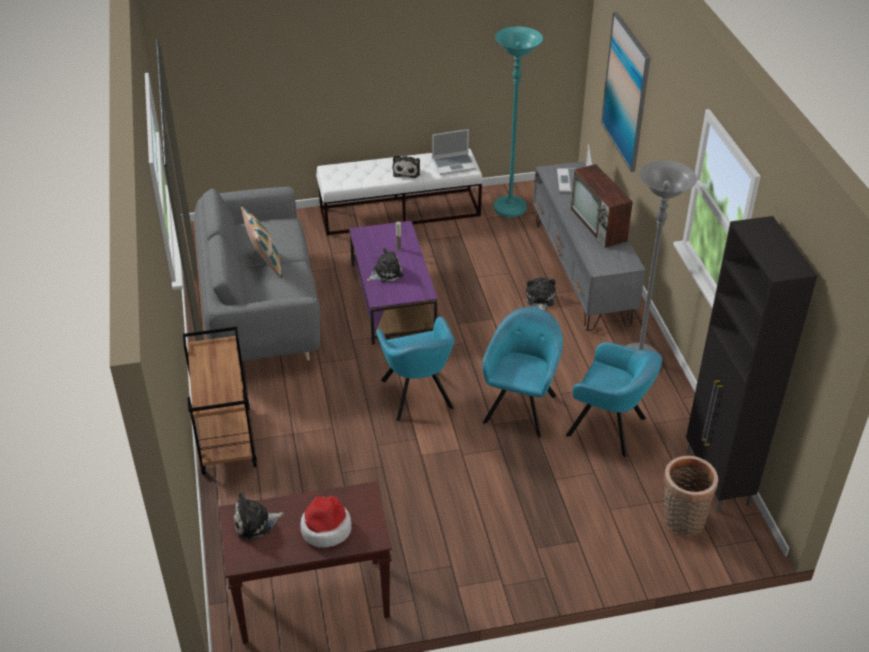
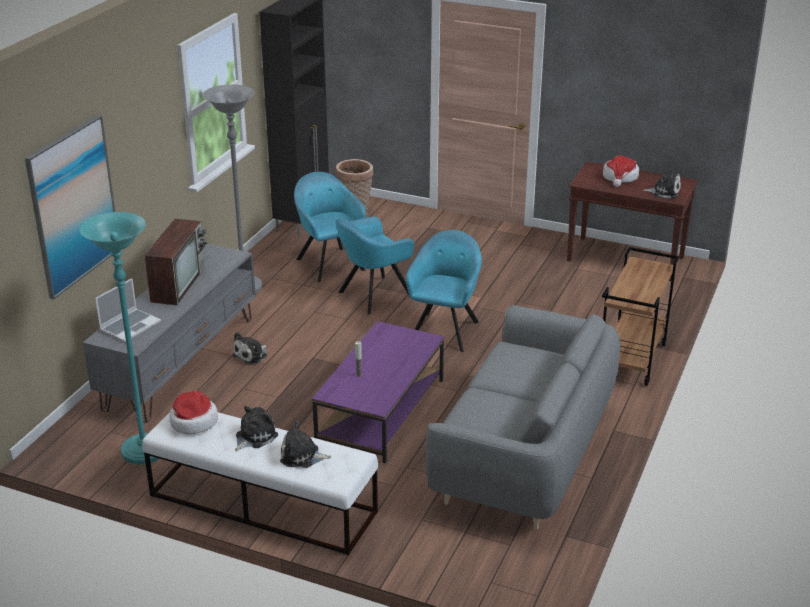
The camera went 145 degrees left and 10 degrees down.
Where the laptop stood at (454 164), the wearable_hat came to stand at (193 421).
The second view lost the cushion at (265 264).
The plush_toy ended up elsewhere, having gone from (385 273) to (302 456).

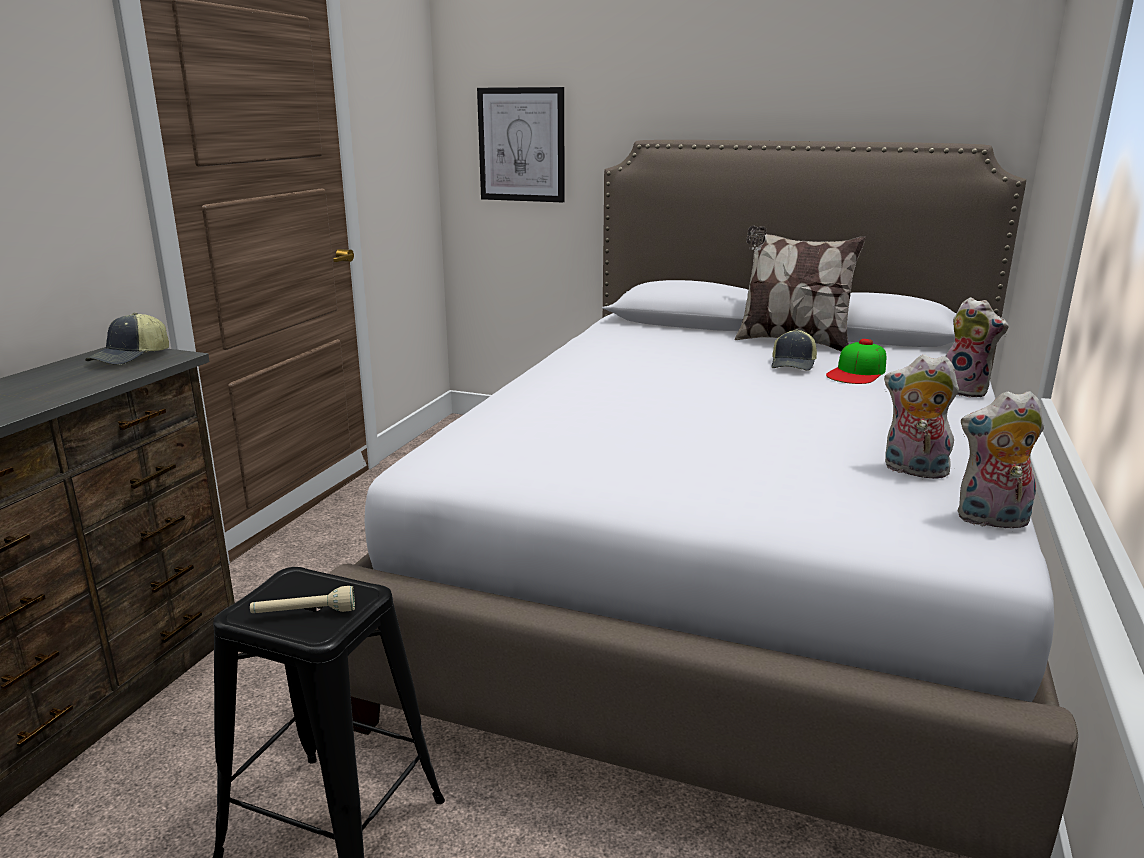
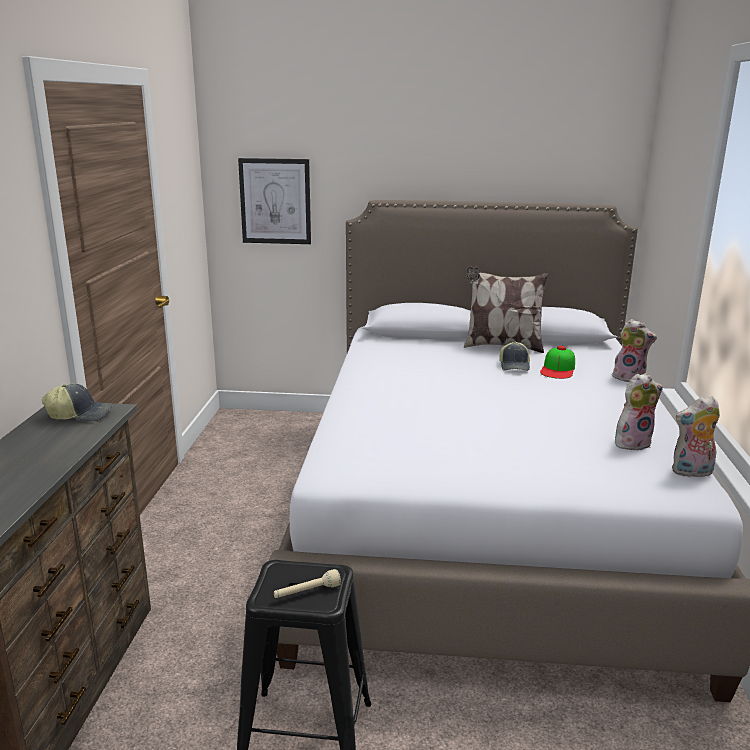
The camera went 15 degrees left and 0 degrees up.
The peaked_cap at (131 358) ended up facing another way, 105 degrees counterclockwise from before.
The plush_toy at (913 471) ended up facing another way, 150 degrees clockwise from before.

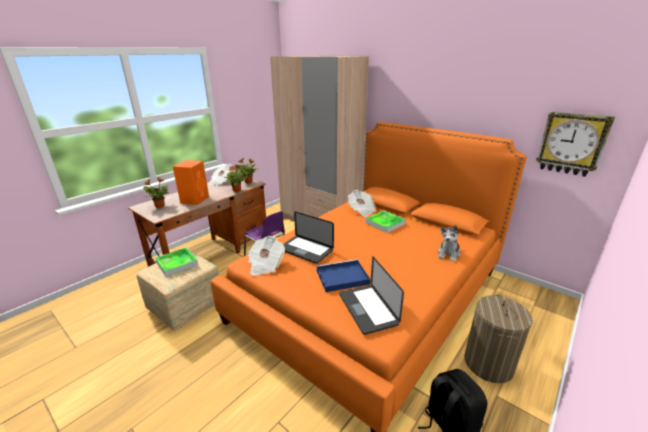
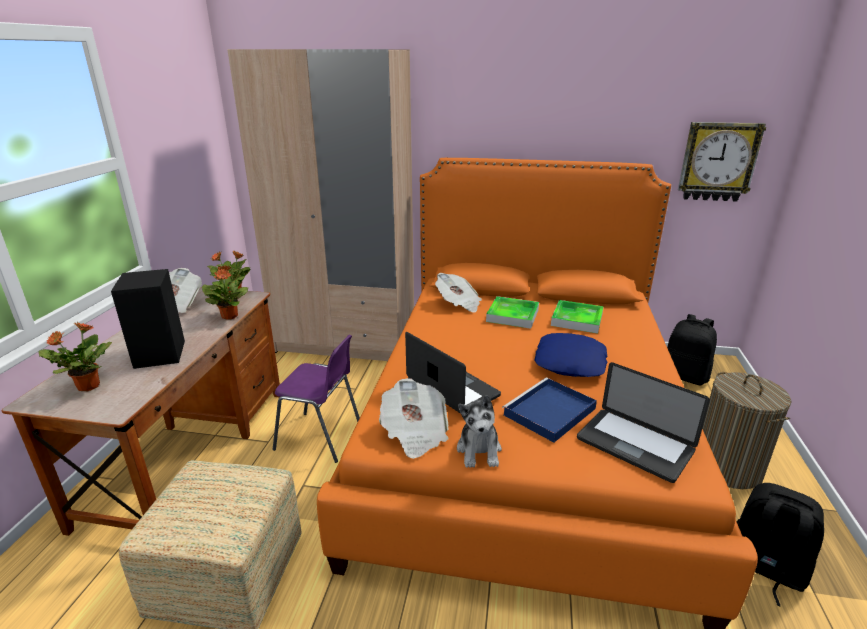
The camera went 30 degrees left and 0 degrees up.
What was the orange_loudspeaker at (195 199) turned into the blackish_loudspeaker at (160 353).
The laptop at (305 250) ended up facing another way, 135 degrees counterclockwise from before.
The plush_toy ended up elsewhere, having gone from (448 254) to (479 450).
The carrying_tray ended up elsewhere, having gone from (177 264) to (577 319).
The second view gained the blackish_rucksack at (684 376).
The second view gained the blue-coloured_cushion at (570 362).

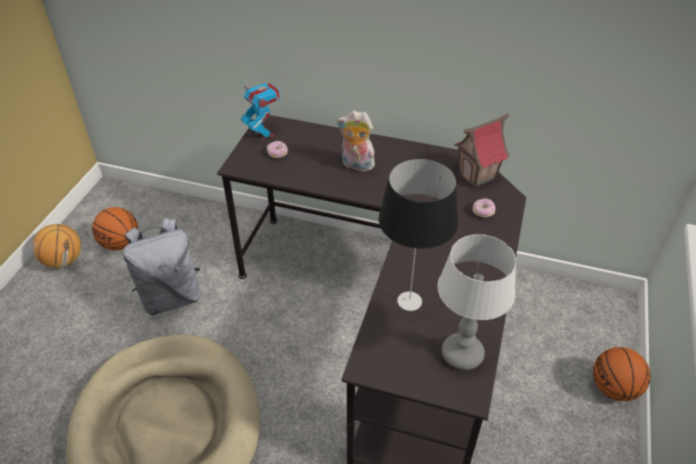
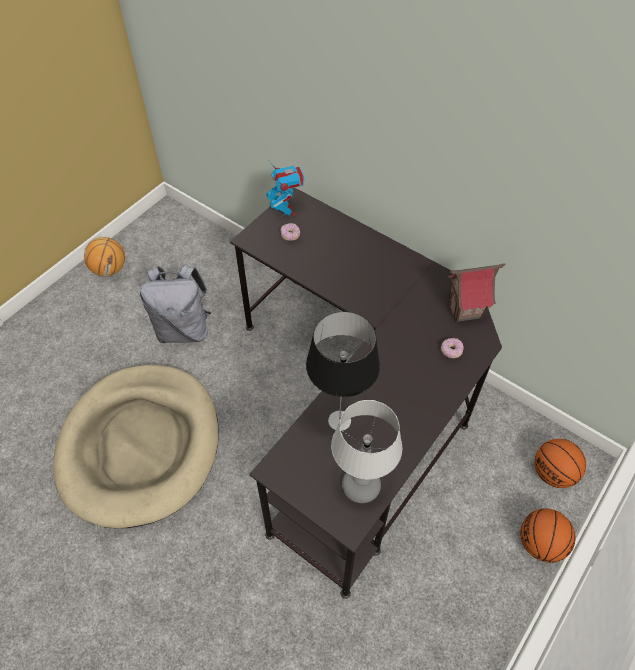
The camera went 20 degrees right and 10 degrees up.
The second view lost the plush_toy at (356 165).
The ball_for_basketball ended up elsewhere, having gone from (120 243) to (553 472).

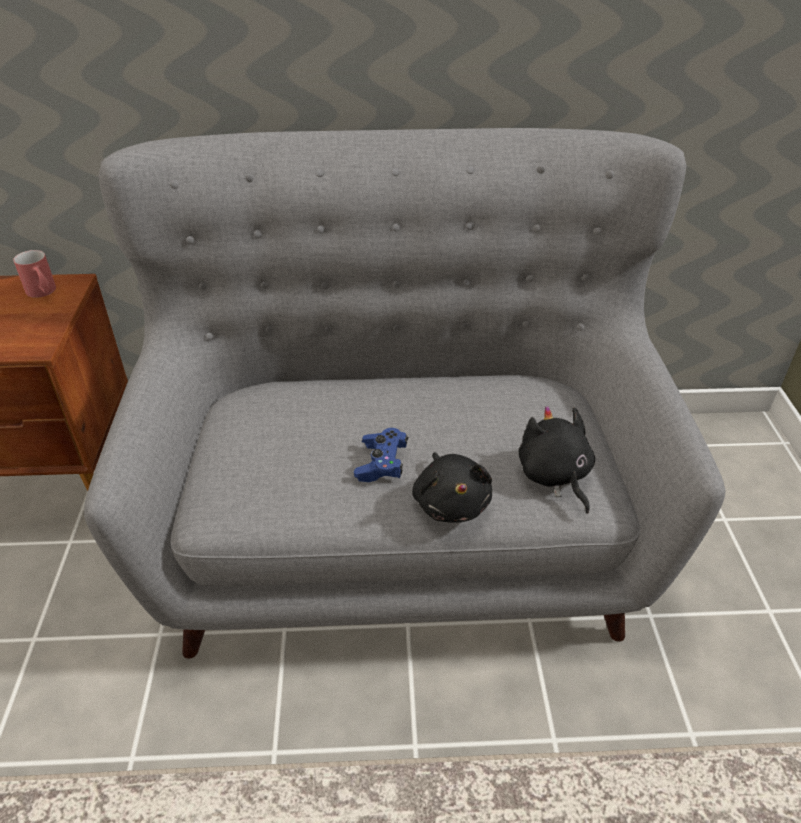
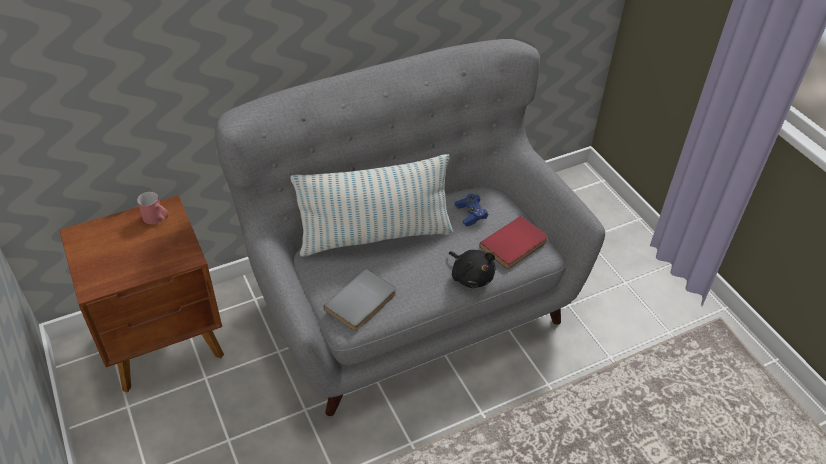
The camera went 25 degrees left and 5 degrees up.
Where the blackish_plush_toy stood at (554 476), the reddish_book came to stand at (515 245).
The blue-coloured_joypad ended up elsewhere, having gone from (381 464) to (470 214).
The second view gained the cushion at (375 236).
The second view gained the grey_book at (362 302).

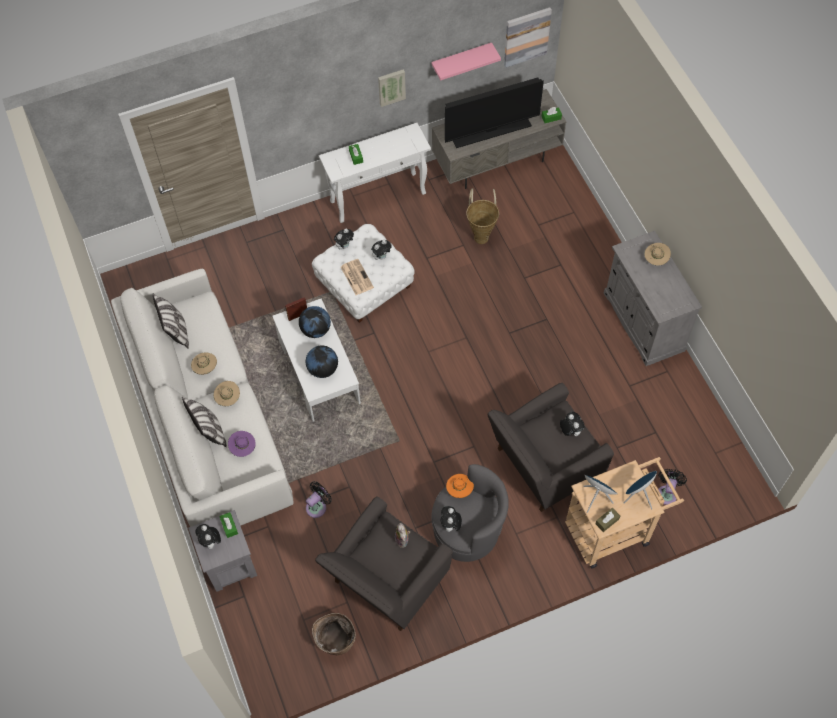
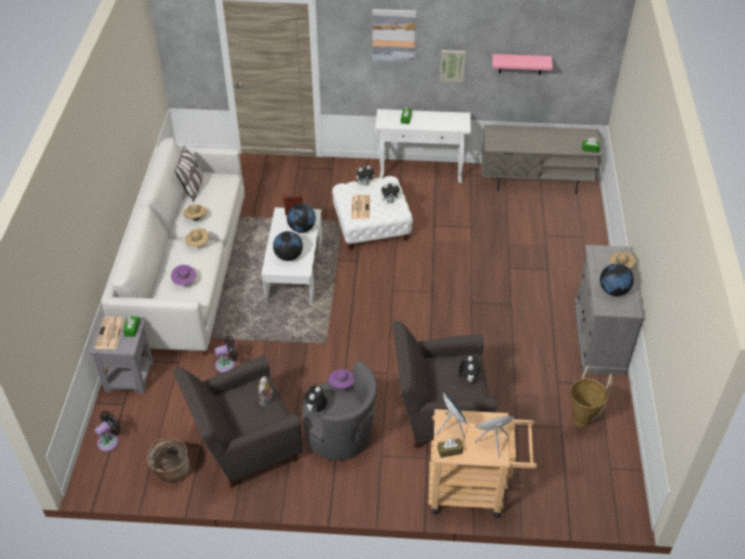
The camera went 25 degrees right and 15 degrees down.
The wall_art ended up elsewhere, having gone from (526 36) to (394 35).
The second view lost the television at (491 131).
The basket ended up elsewhere, having gone from (481 235) to (582 419).
The second view lost the cushion at (209 431).
The blackish_cooling_fan ended up elsewhere, having gone from (667 493) to (110 441).
What was the orange_wearable_hat at (459 489) turned into the purple_wearable_hat at (342 385).
Where the plush_toy stood at (211 542), the daily_paper came to stand at (110 334).
The second view gained the desk_globe at (613 290).

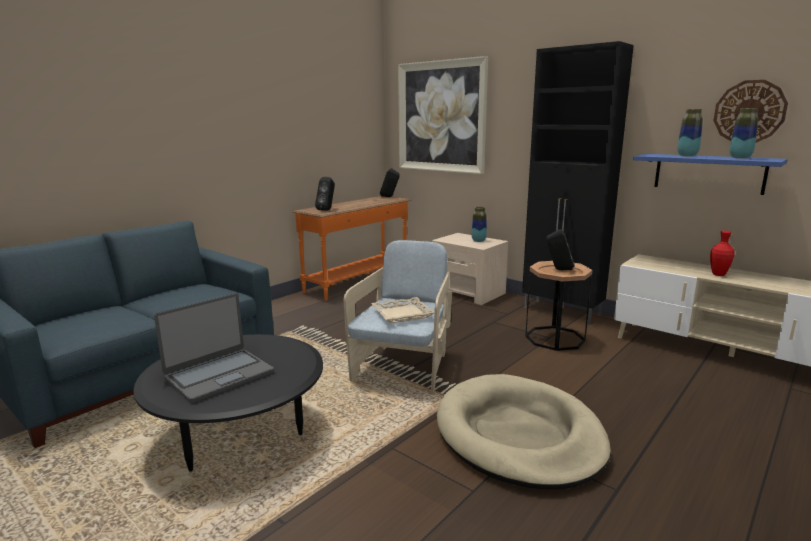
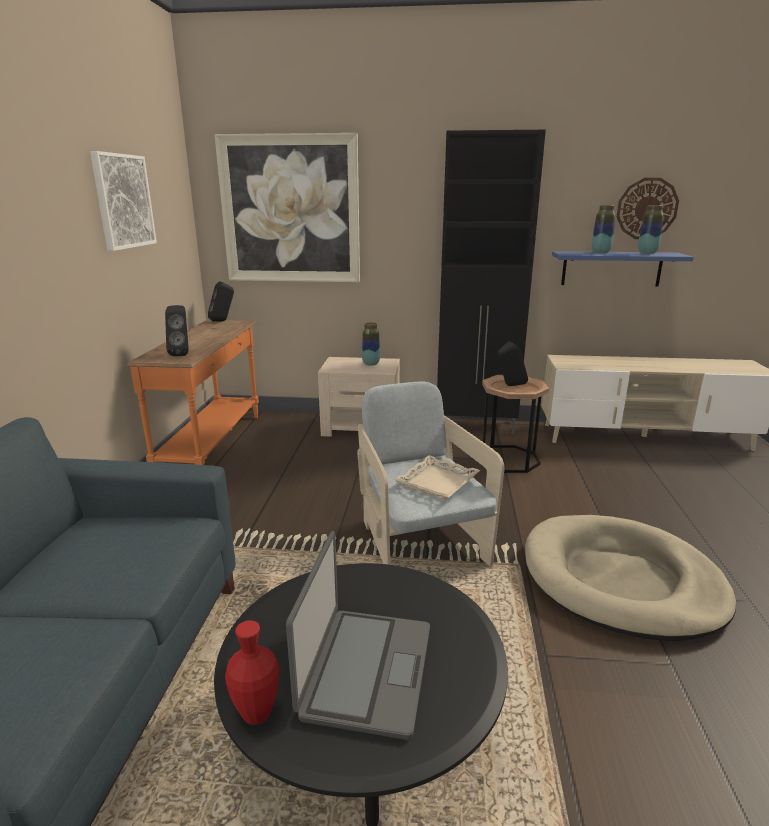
The camera went 35 degrees left and 5 degrees up.
The reddish_decorative_vase ended up elsewhere, having gone from (718 274) to (257 714).
The second view gained the wall_art at (123 201).

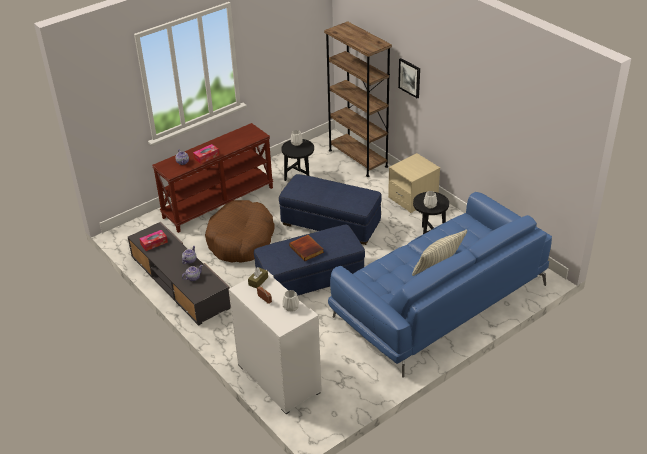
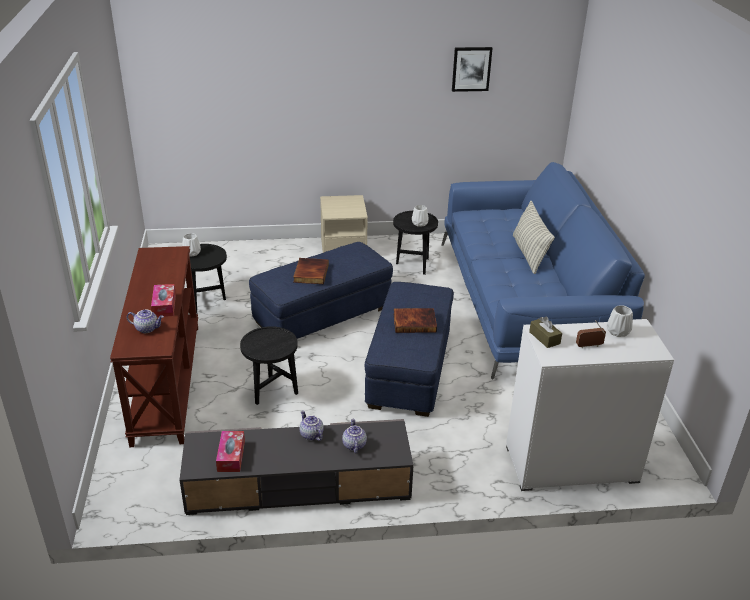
The camera went 60 degrees left and 5 degrees down.
The second view lost the brown-coloured_bookcase at (358 158).
The wall_art ended up elsewhere, having gone from (409 77) to (471 69).
Where the brown-coloured_pet_bed stood at (241 240), the blackish_side_table came to stand at (272 393).
The second view gained the book at (310 273).

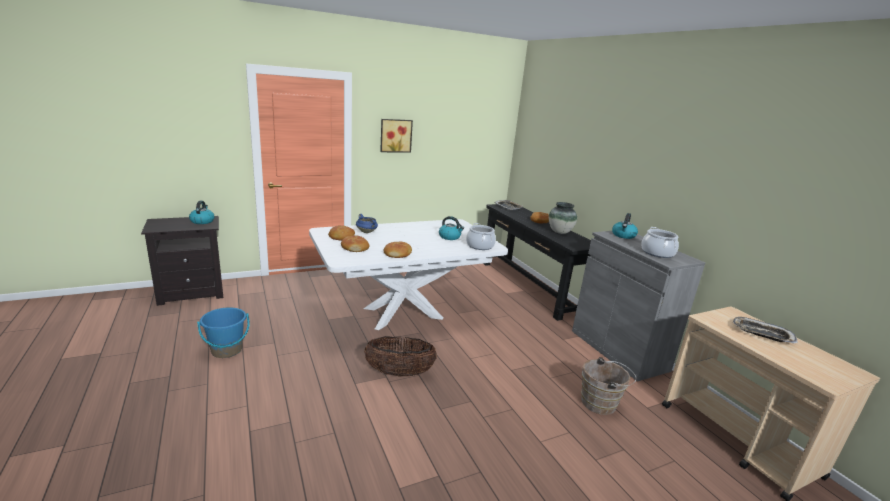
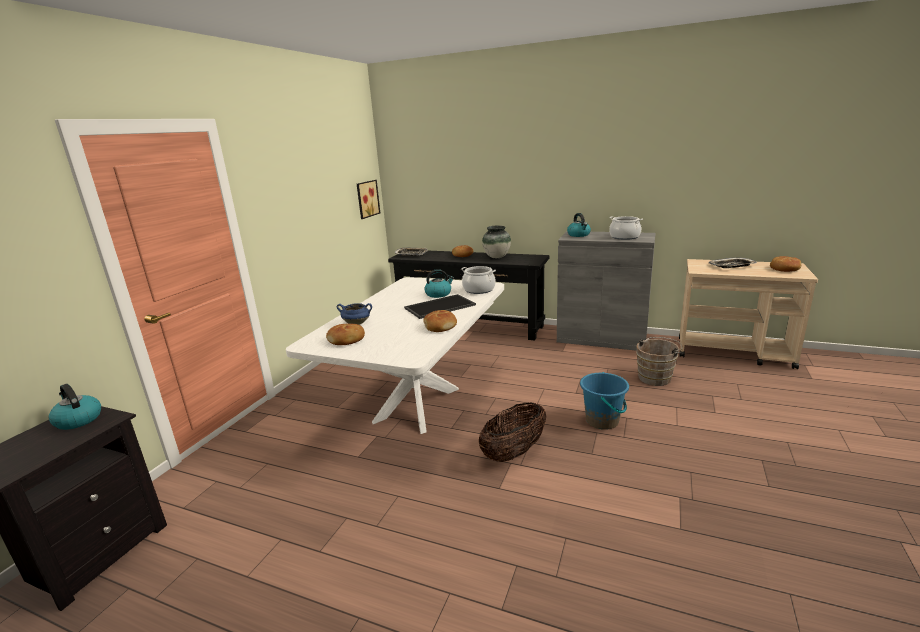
The camera went 40 degrees left and 0 degrees up.
The wall_art ended up elsewhere, having gone from (395 135) to (366 199).
The baked_bread ended up elsewhere, having gone from (354 248) to (784 269).
The blue-coloured_bucket ended up elsewhere, having gone from (227 350) to (602 421).
The second view gained the carrying_tray at (439 307).

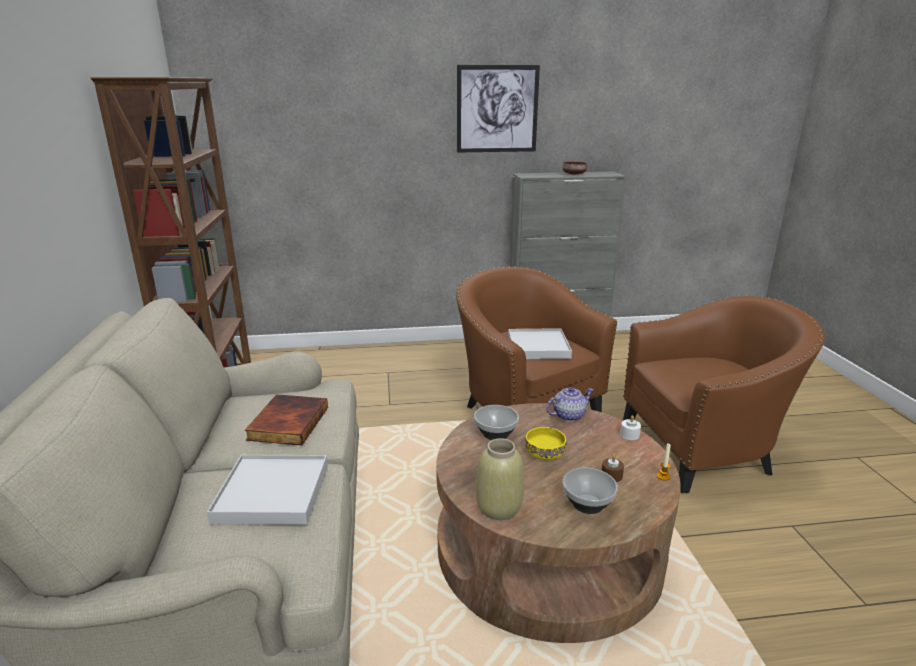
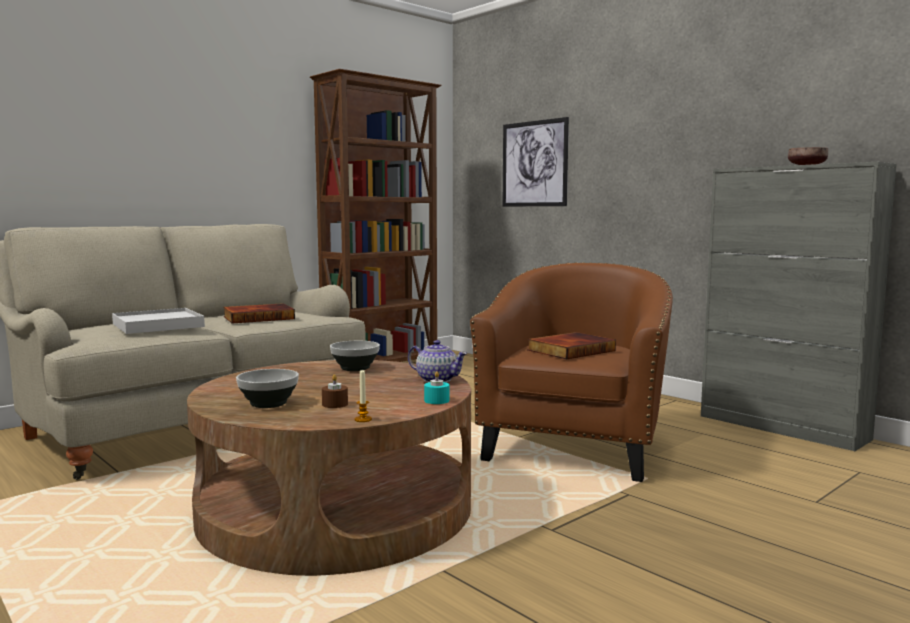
The camera went 55 degrees right and 15 degrees down.
The wall_art ended up elsewhere, having gone from (497 109) to (534 164).
The second view lost the brown-coloured_armchair at (703 449).
Where the white-coloured_carrying_tray stood at (538 347), the book came to stand at (570 350).
What was the white-coloured_wax_light at (629 434) turned into the turquoise-coloured_wax_light at (436 400).
The second view lost the yellow-coloured_deep_dish at (544 453).
The second view lost the sand-coloured_decorative_vase at (499 508).

